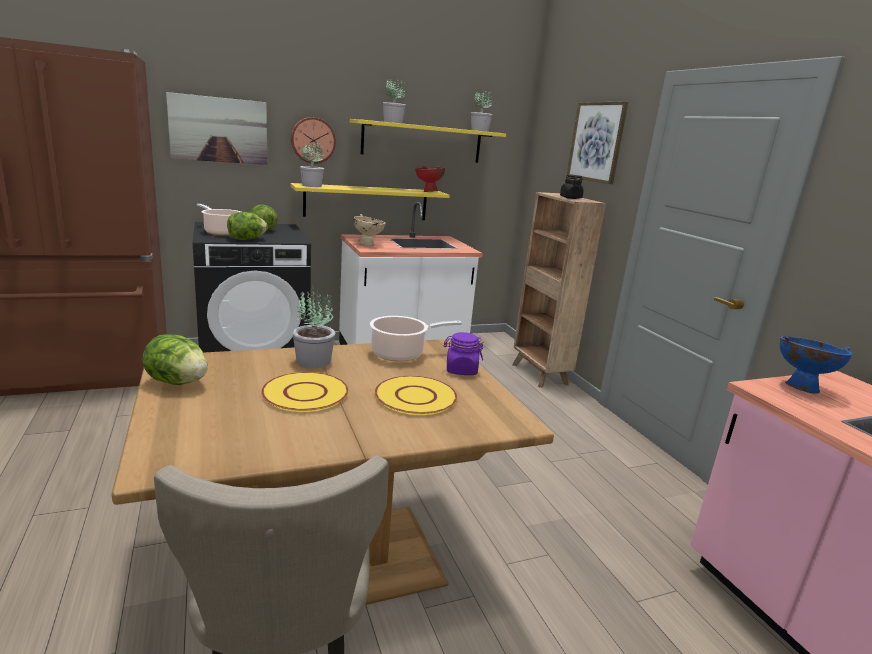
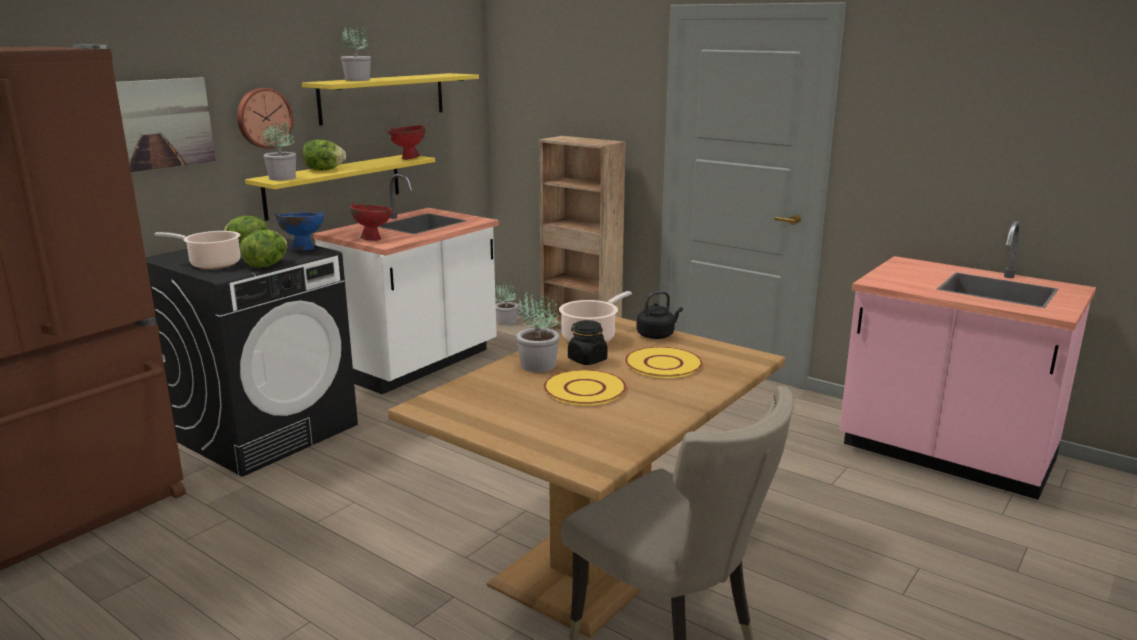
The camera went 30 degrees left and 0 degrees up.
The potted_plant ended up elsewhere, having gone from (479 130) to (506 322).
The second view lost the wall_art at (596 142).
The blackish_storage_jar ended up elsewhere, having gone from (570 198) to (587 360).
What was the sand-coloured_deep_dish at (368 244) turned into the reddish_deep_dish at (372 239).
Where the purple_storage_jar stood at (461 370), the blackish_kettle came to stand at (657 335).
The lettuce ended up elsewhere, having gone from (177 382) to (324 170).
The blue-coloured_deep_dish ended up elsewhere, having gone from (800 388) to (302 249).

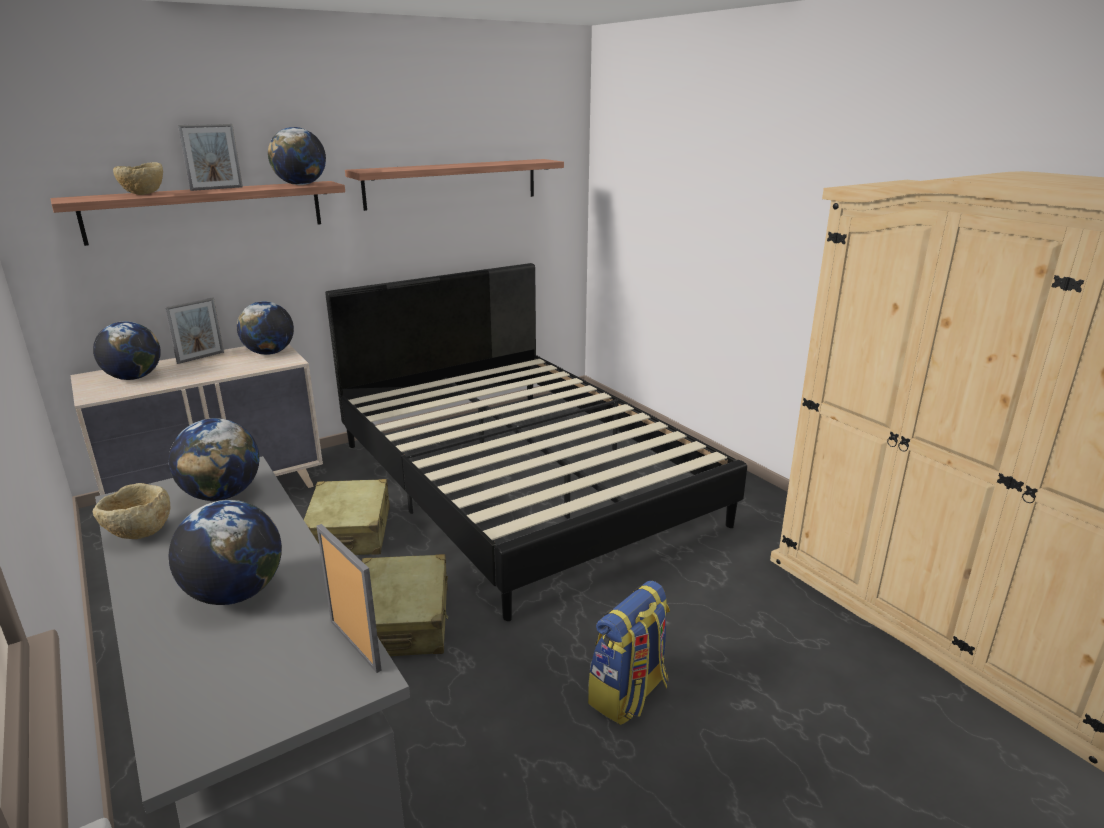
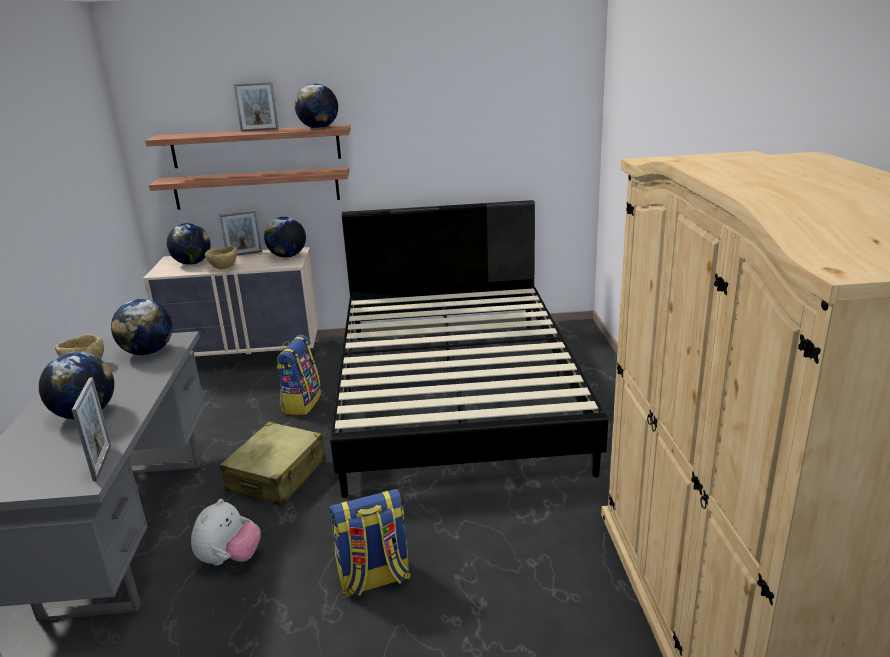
The camera went 30 degrees right and 0 degrees up.
The wall_shelf ended up elsewhere, having gone from (452 183) to (256 188).
The sand-coloured_deep_dish ended up elsewhere, having gone from (144 195) to (223 268).
Where the sand-coloured_suitcase stood at (350 532), the rucksack came to stand at (301 403).
The second view gained the plush_toy at (230 559).

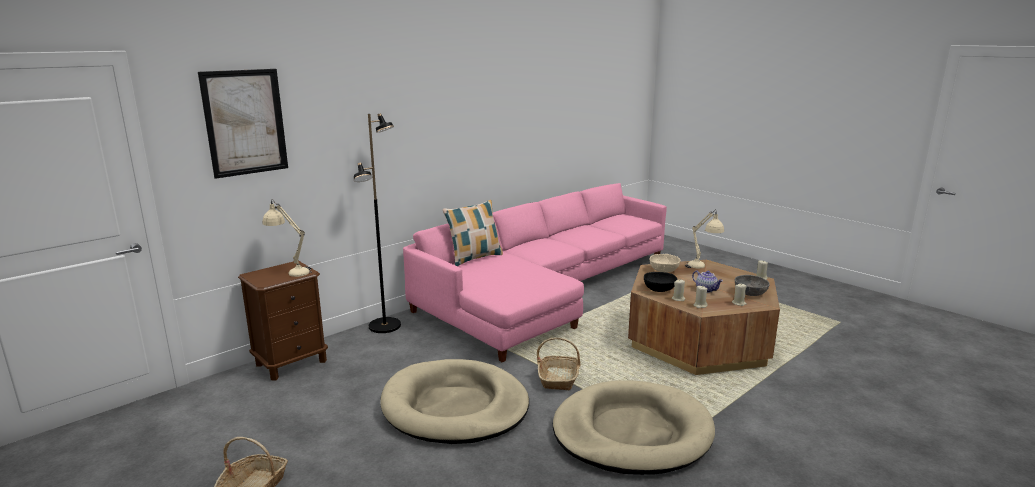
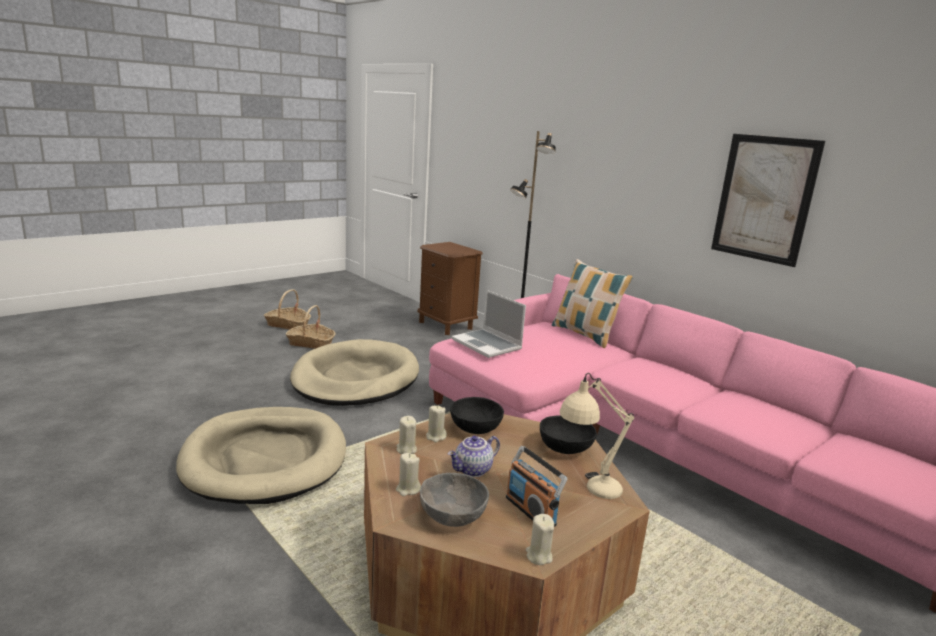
The camera went 90 degrees right and 0 degrees up.
The wall_art ended up elsewhere, having gone from (245 122) to (764 199).
The second view lost the sand-coloured_lamp_for_a_table at (290 271).
What was the sand-coloured_deep_dish at (664 270) turned into the blackish_deep_dish at (565 448).
The basket ended up elsewhere, having gone from (558 378) to (311 343).
The second view gained the laptop at (487 345).
The second view gained the radio_receiver at (531 510).

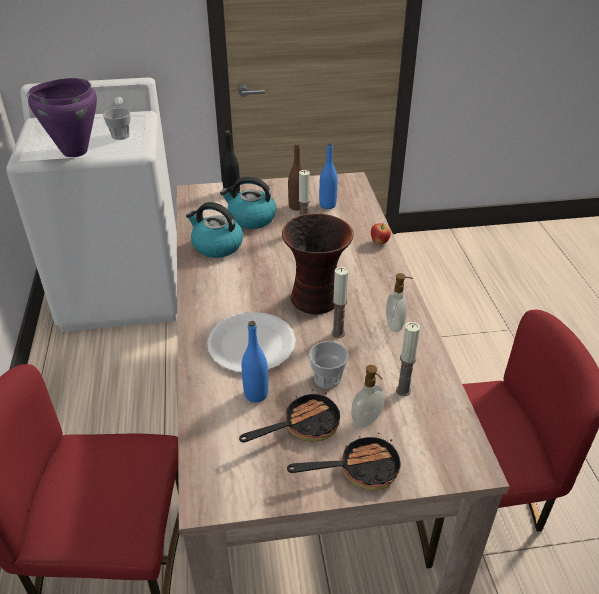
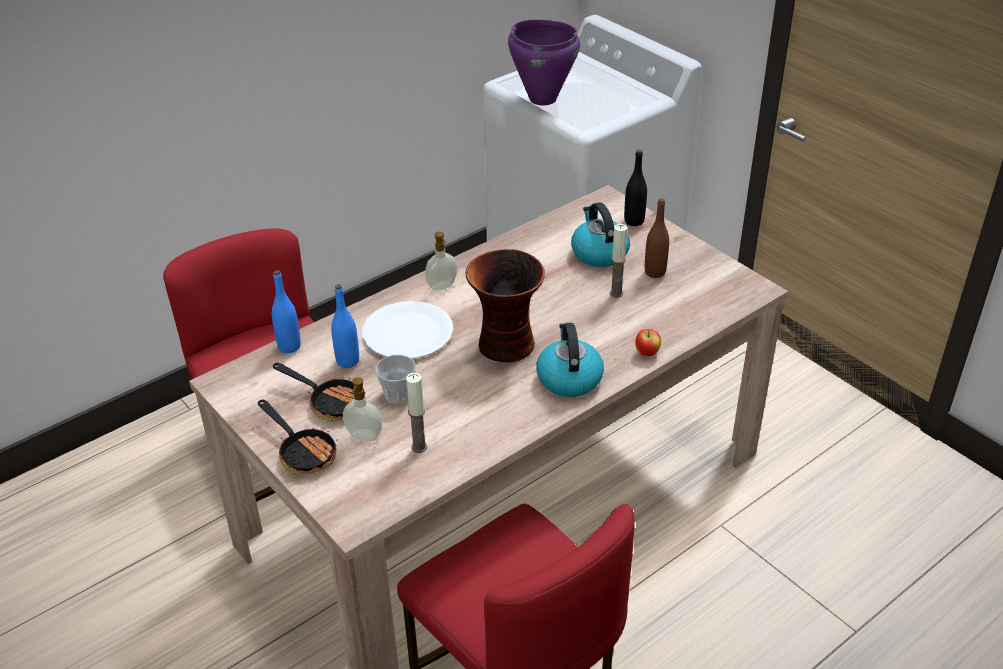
The camera went 60 degrees right and 0 degrees up.
The second view lost the cup at (120 135).
The blue-coloured_drink_bottle ended up elsewhere, having gone from (327 205) to (289 346).
The kettle ended up elsewhere, having gone from (216 246) to (569 378).
The second view lost the wax_light at (338 333).
The liquid_soap_bottle ended up elsewhere, having gone from (395 325) to (442 287).

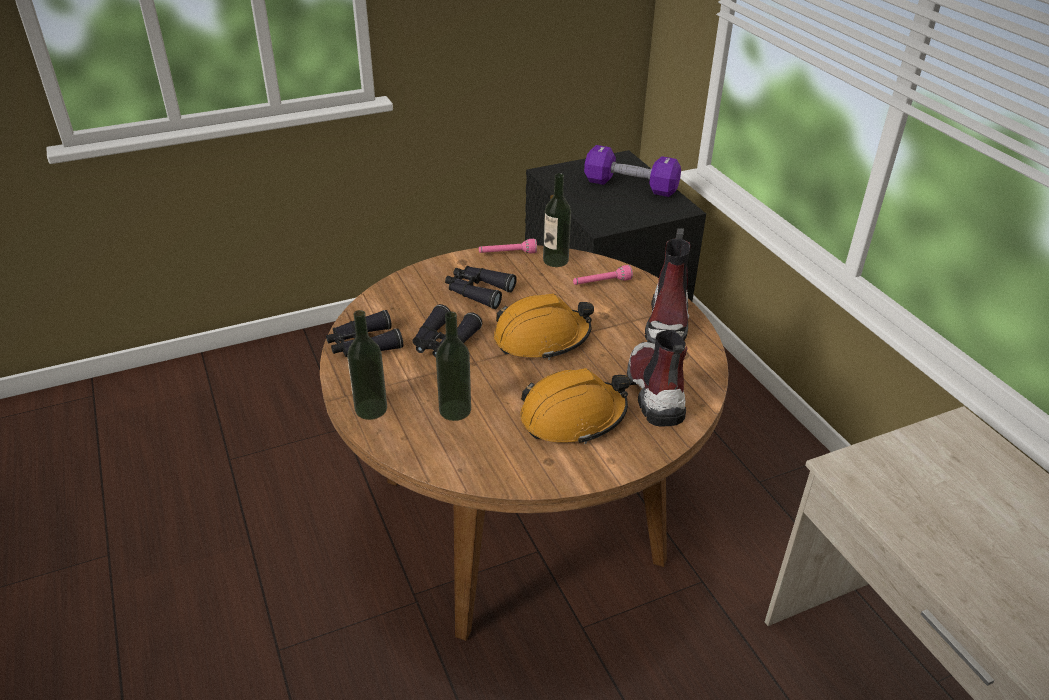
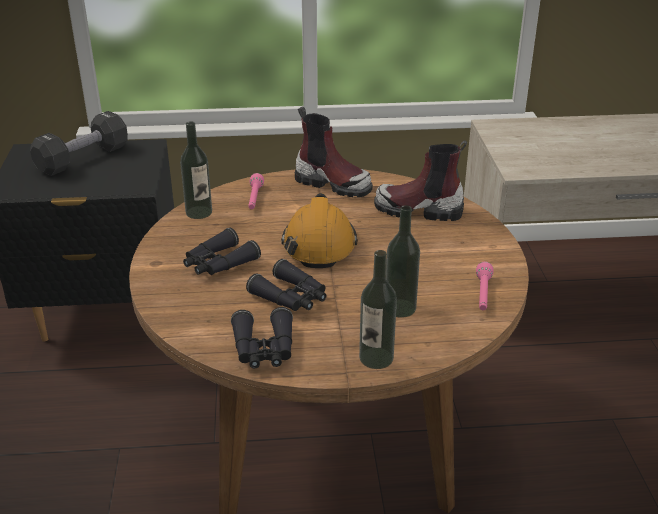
The camera went 70 degrees left and 5 degrees down.
What was the purple_dumbbell at (630 186) turned into the blackish_dumbbell at (83 158).
The pink_torch ended up elsewhere, having gone from (507 254) to (483 294).
The second view lost the orange_work_helmet at (573 417).

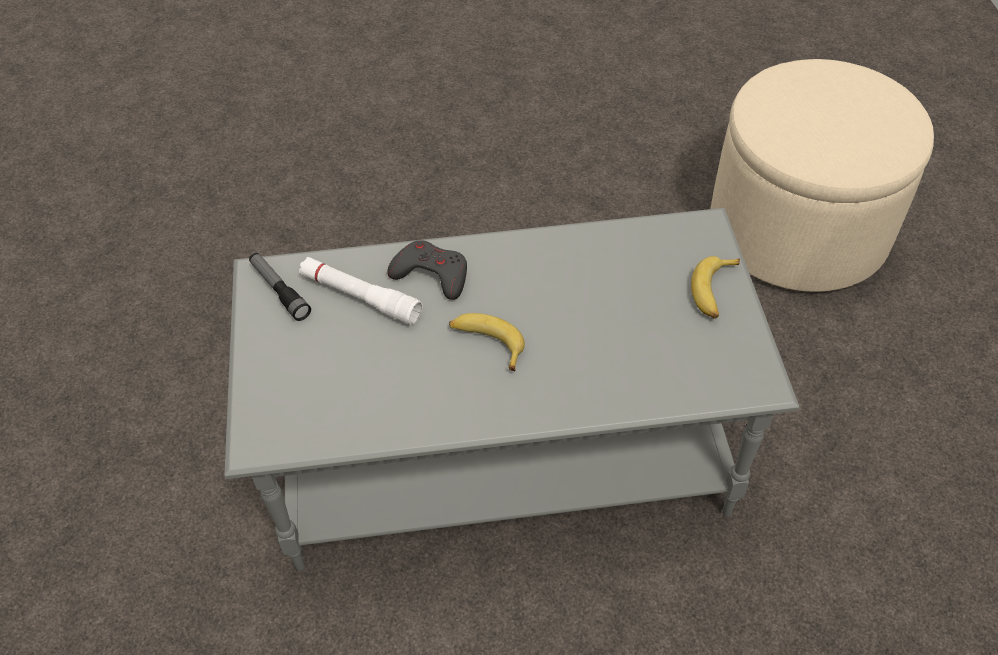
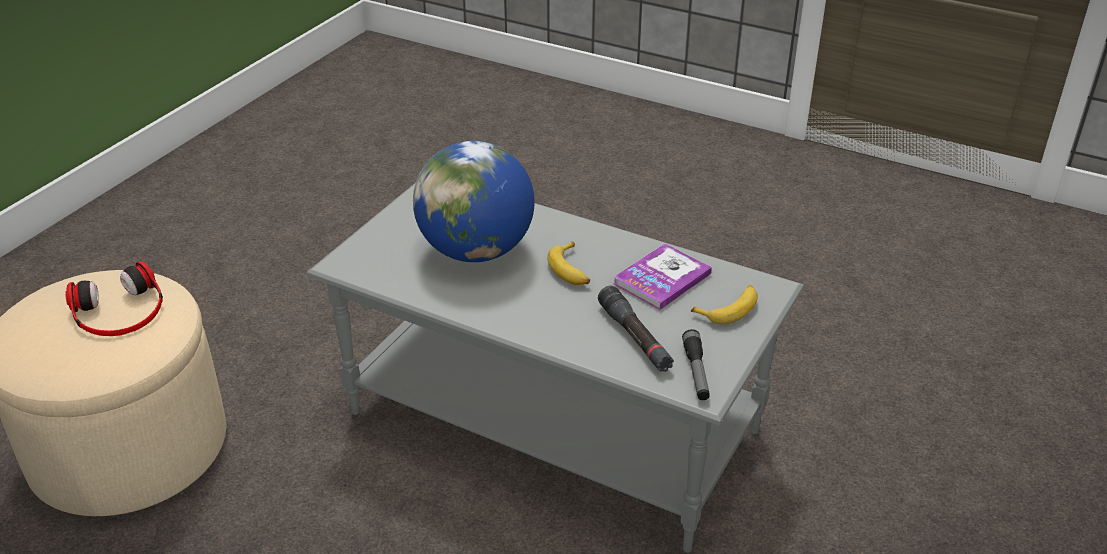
The camera went 145 degrees left and 15 degrees down.
The second view lost the grey_joypad at (431 274).
The banana ended up elsewhere, having gone from (714 292) to (729 309).
What was the white-coloured_torch at (360 297) turned into the blackish_torch at (635 337).
The second view gained the desk_globe at (476 250).
The second view gained the book at (662 278).
The second view gained the headphones at (119 311).

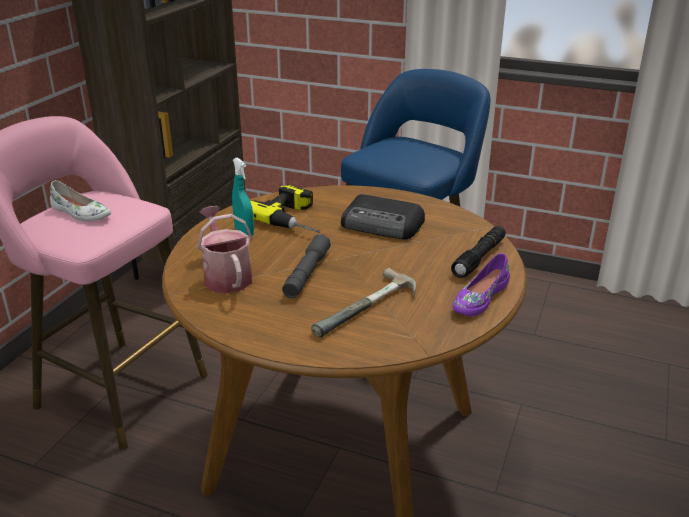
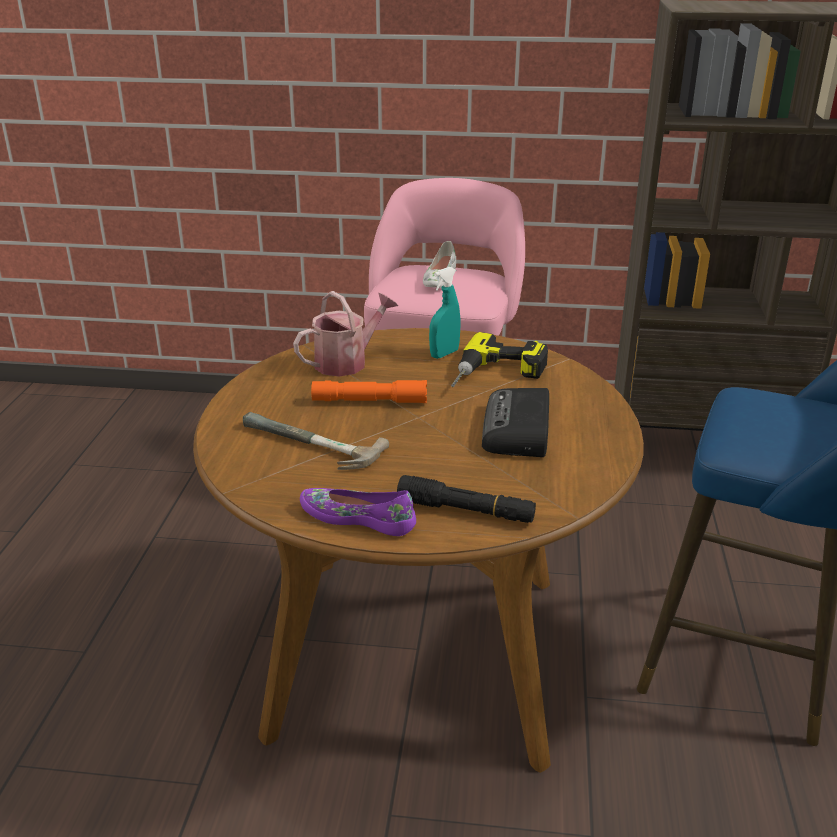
The camera went 75 degrees right and 0 degrees up.
What was the grey_torch at (307 273) turned into the orange_torch at (369 401).

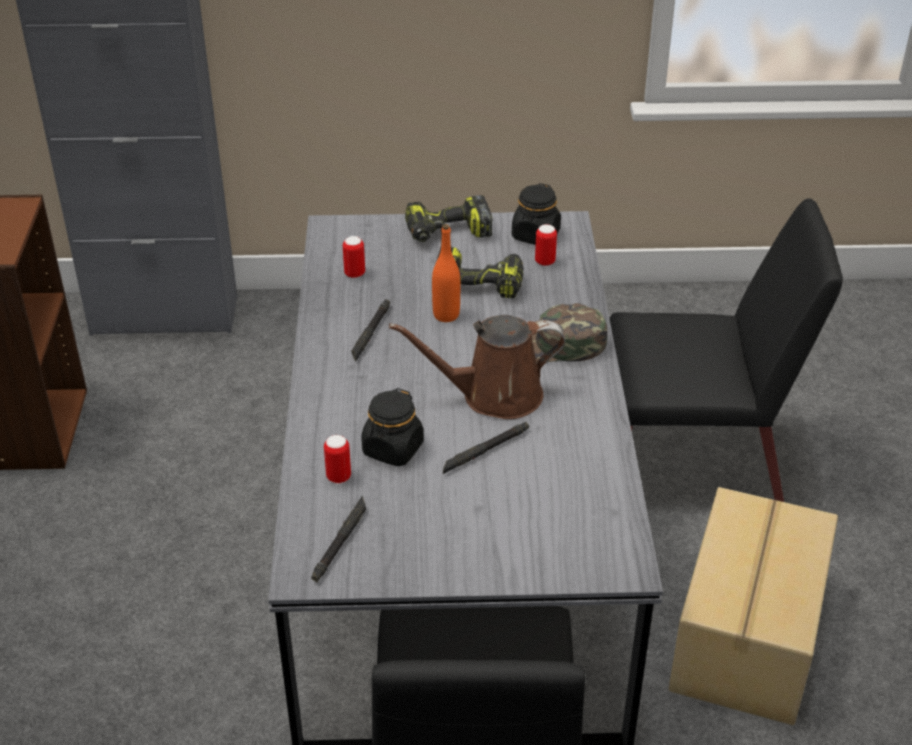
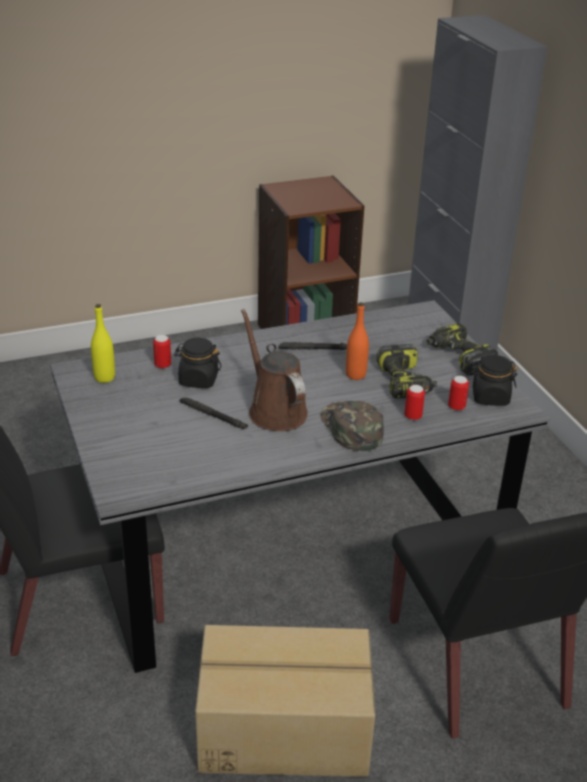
The camera went 70 degrees right and 5 degrees down.
The sealed_can ended up elsewhere, having gone from (354 274) to (413 416).
Where the blackish_torch stood at (340 542), the yellow-coloured_drink_bottle came to stand at (104 377).

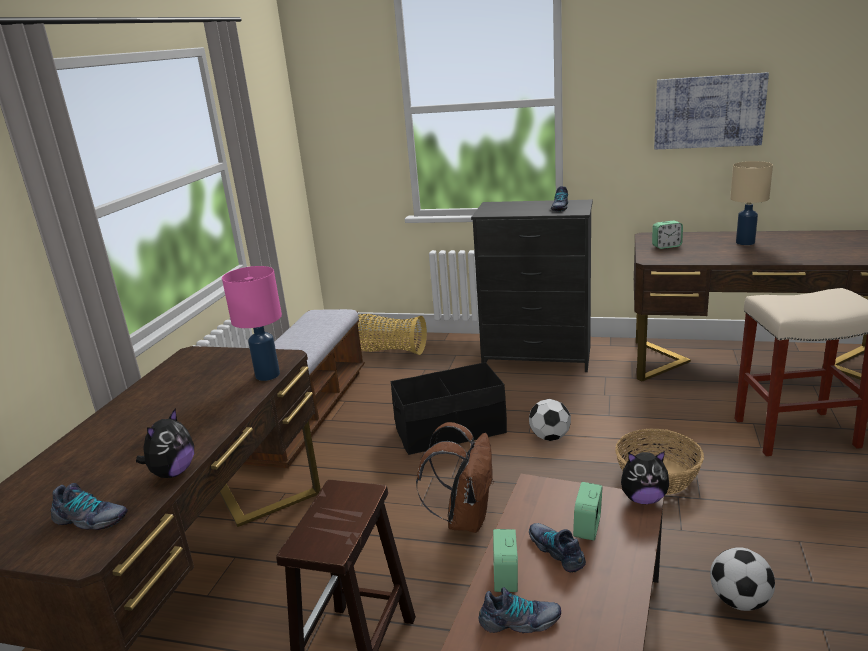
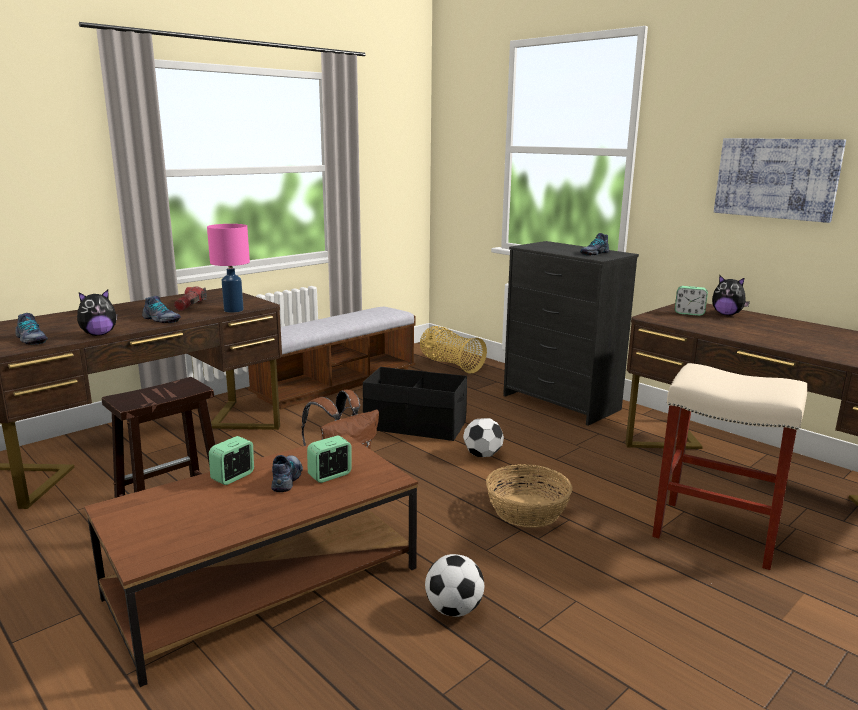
The camera went 30 degrees right and 5 degrees down.
The second view lost the sand-coloured_lamp_for_a_table at (745 242).
The plush_toy ended up elsewhere, having gone from (643 499) to (727 314).
The shoe ended up elsewhere, having gone from (520 622) to (161 319).
The second view gained the torch at (190 305).

